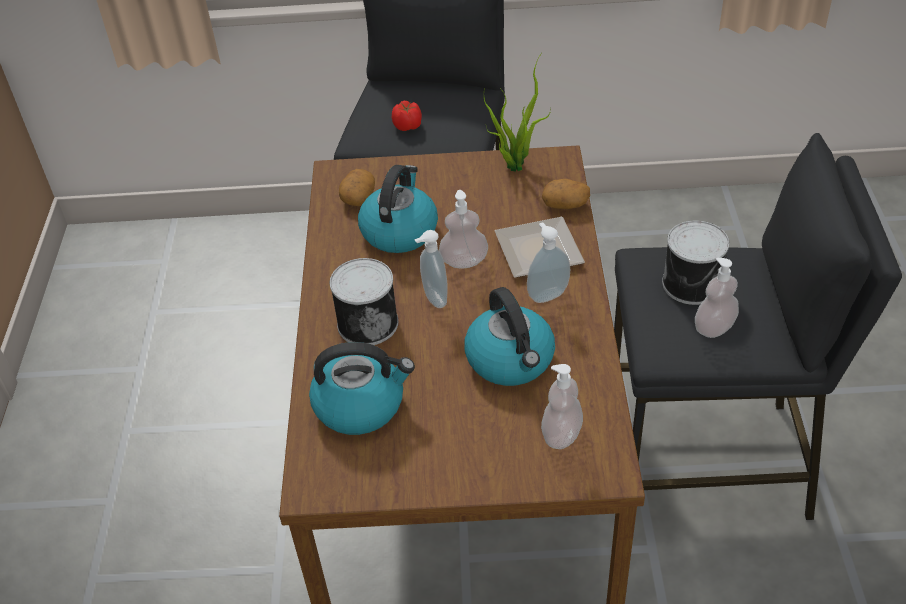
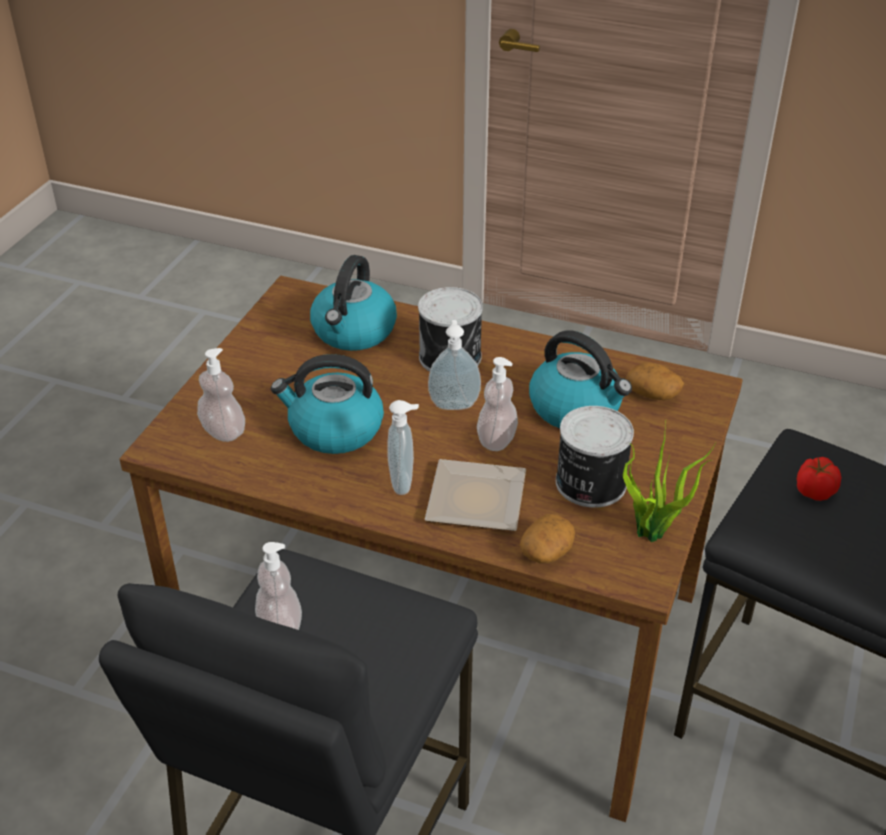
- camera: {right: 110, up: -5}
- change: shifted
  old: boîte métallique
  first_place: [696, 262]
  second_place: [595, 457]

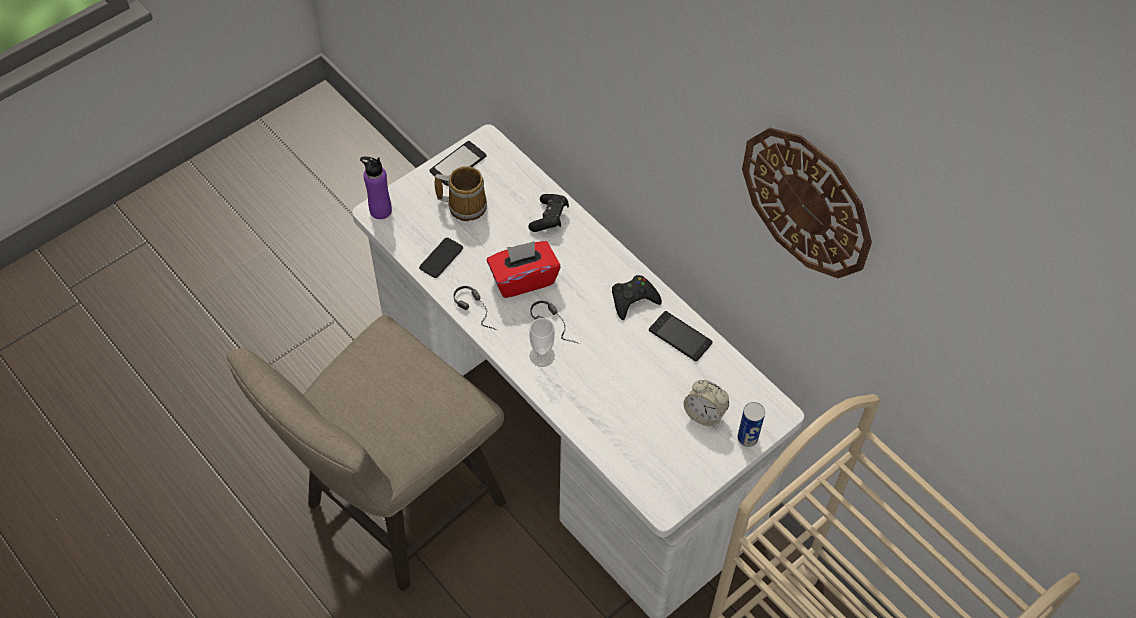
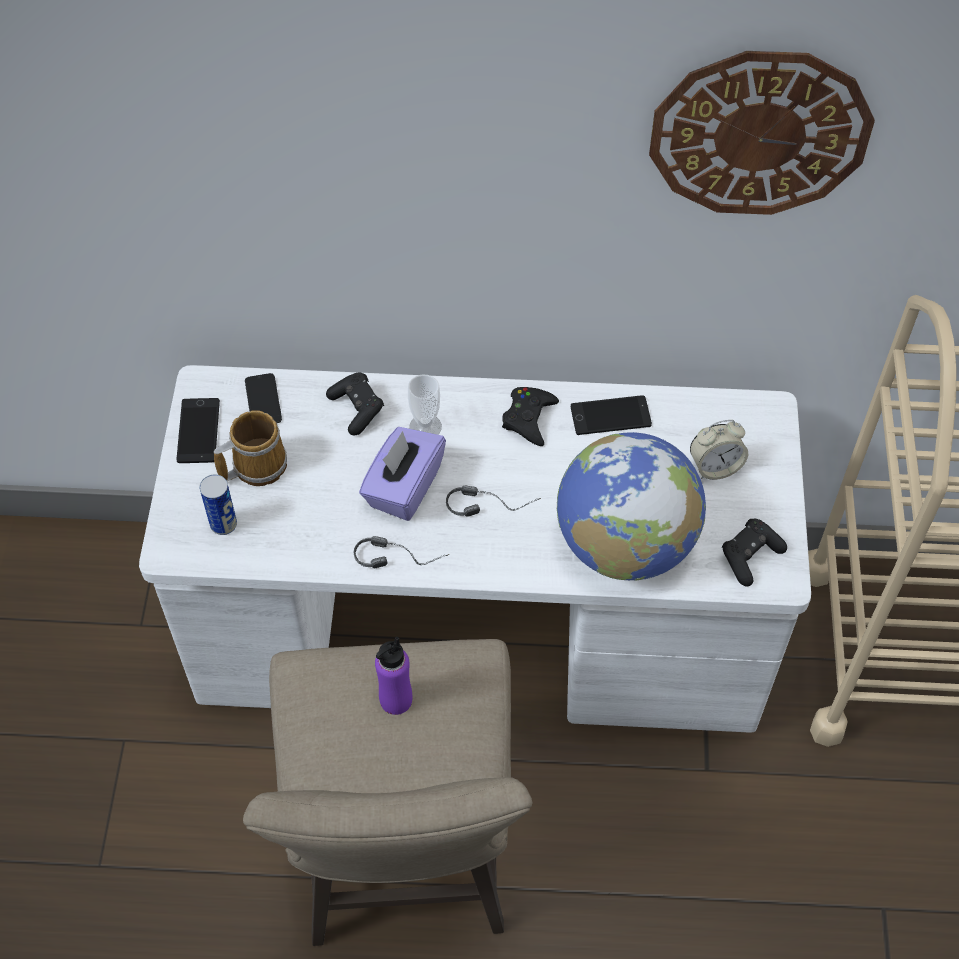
- camera: {right: -45, up: 0}
- change: new
  new: globe
  second_place: [631, 506]
- change: new
  new: manette/noir
  second_place: [754, 552]
- change: shifted
  old: bouteille/violet
  first_place: [376, 188]
  second_place: [393, 676]
- change: shifted
  old: téléphone
  first_place: [441, 258]
  second_place: [263, 398]
- change: shifted
  old: tasse
  first_place: [542, 342]
  second_place: [425, 404]
- change: shifted
  old: boîte métallique
  first_place: [751, 424]
  second_place: [218, 505]
- change: repainted
  old: boîte à mouchoirs/rouge
  new: boîte à mouchoirs/violet
  first_place: [524, 269]
  second_place: [402, 474]

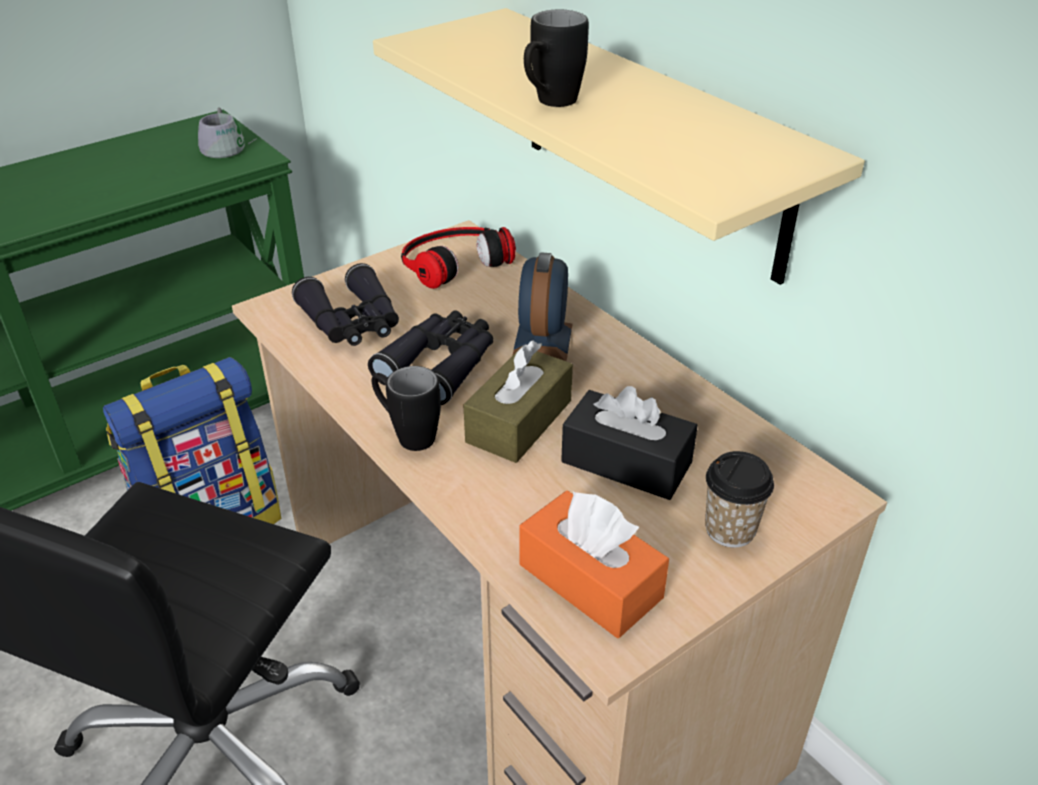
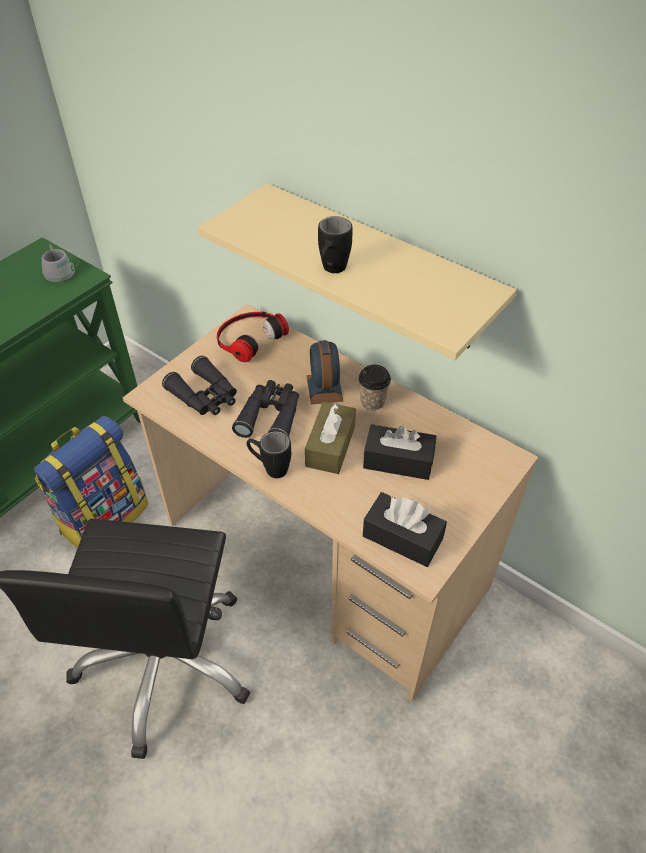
- camera: {right: -15, up: 10}
- change: shifted
  old: tasse
  first_place: [739, 499]
  second_place: [374, 387]
- change: repainted
  old: boîte à mouchoirs/orange
  new: boîte à mouchoirs/noir
  first_place: [594, 564]
  second_place: [405, 529]

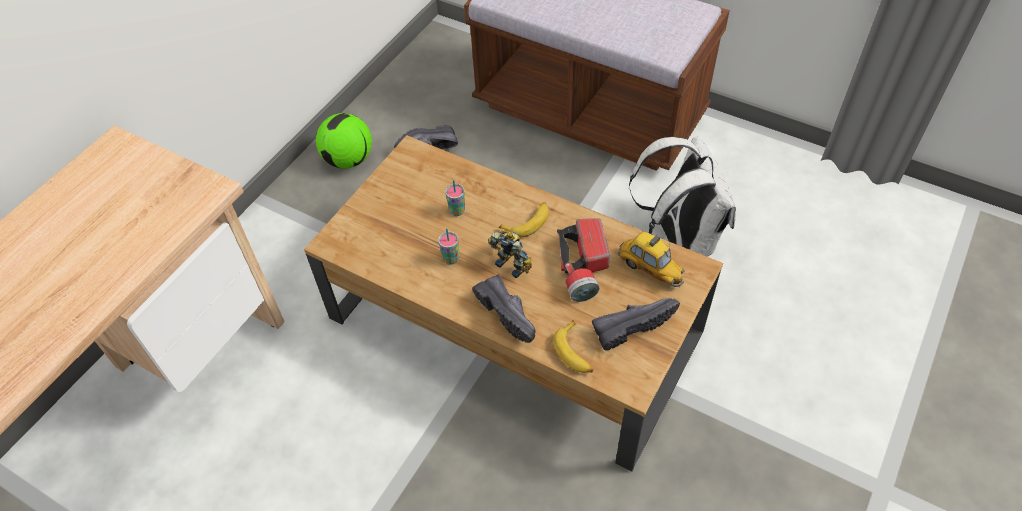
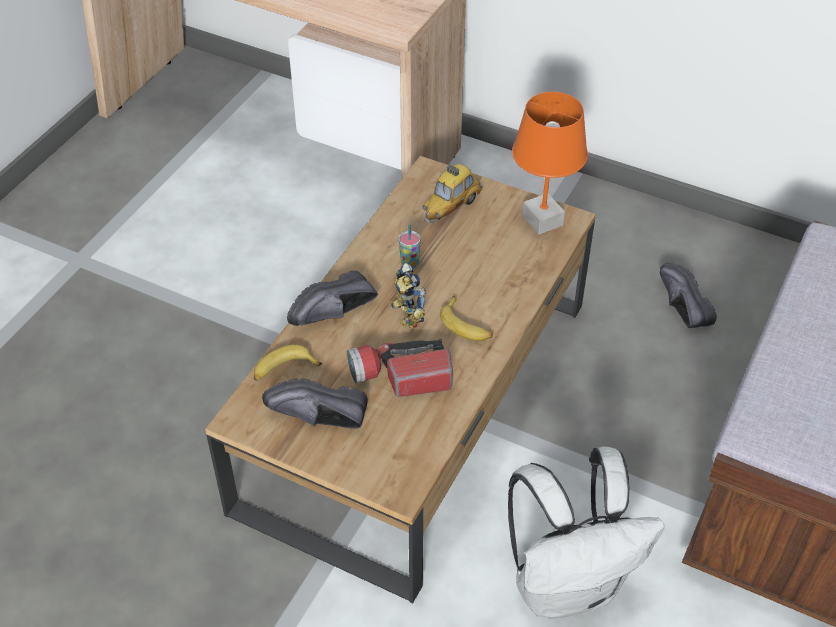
- camera: {right: 85, up: -5}
- change: gone
  old: ballon de foot
  first_place: [344, 141]
- change: gone
  old: tasse
  first_place: [455, 198]
- change: new
  new: lampe de table/orange
  second_place: [550, 163]
- change: shifted
  old: petite voiture
  first_place: [651, 259]
  second_place: [452, 193]
- change: rotated
  old: robot jouet
  first_place: [510, 254]
  second_place: [408, 296]
  degrees: 120
- change: rotated
  old: chaussure/noir
  first_place: [636, 324]
  second_place: [315, 404]
  degrees: 120

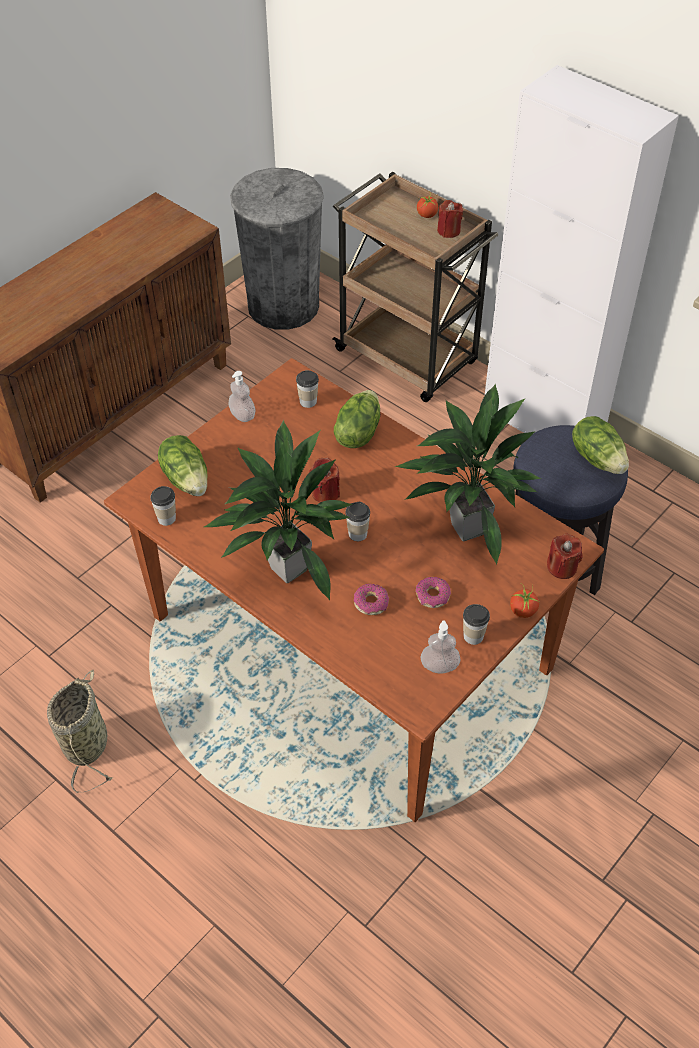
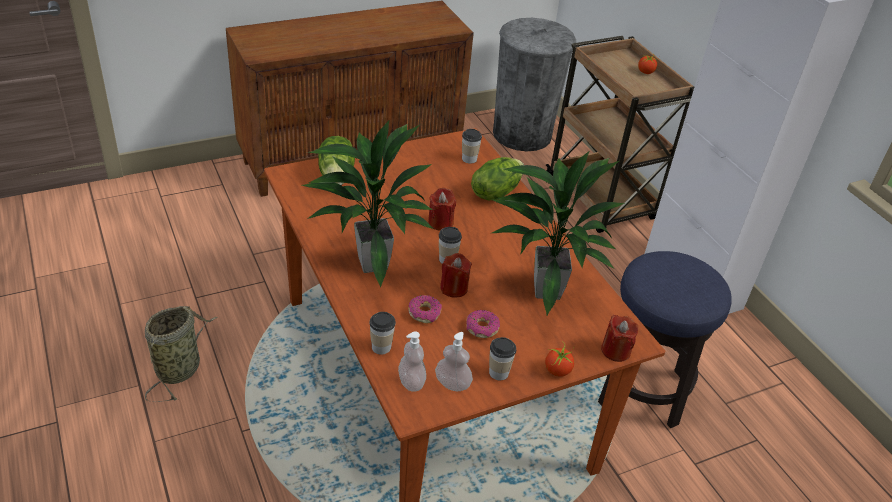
- camera: {right: 20, up: -10}
- change: gone
  old: laitue
  first_place: [600, 445]
- change: shifted
  old: tasse
  first_place: [163, 506]
  second_place: [382, 333]
- change: shifted
  old: distributeur de savon
  first_place: [242, 396]
  second_place: [412, 361]
- change: shifted
  old: bougie/rouge
  first_place: [450, 219]
  second_place: [456, 275]

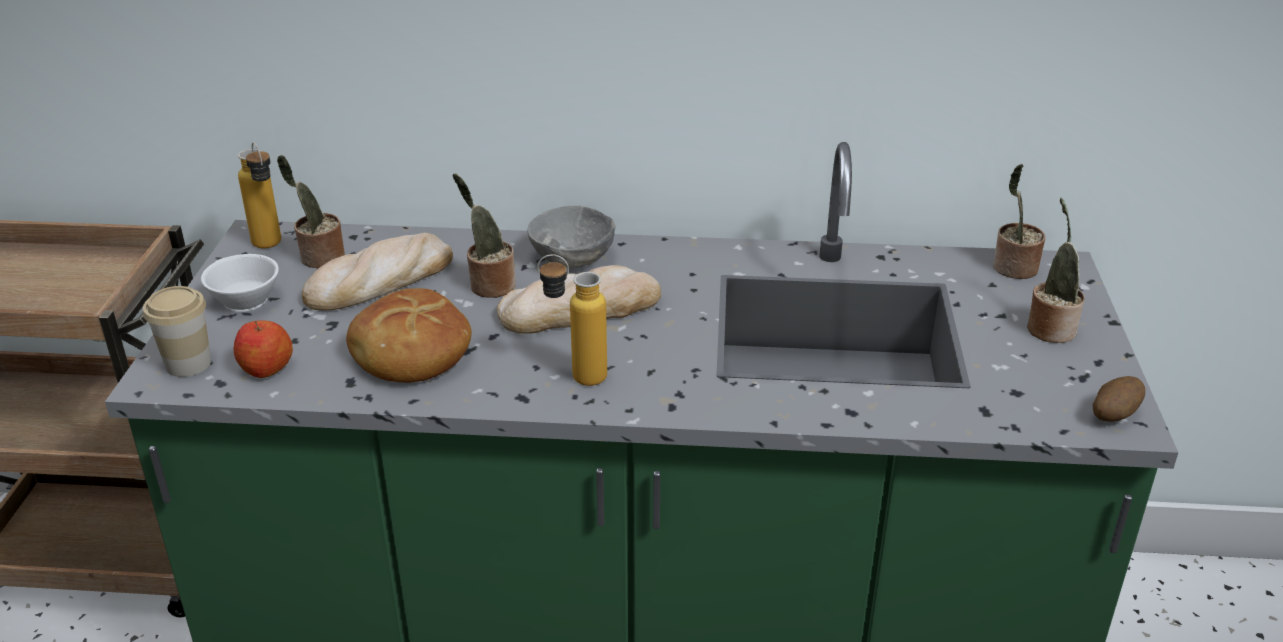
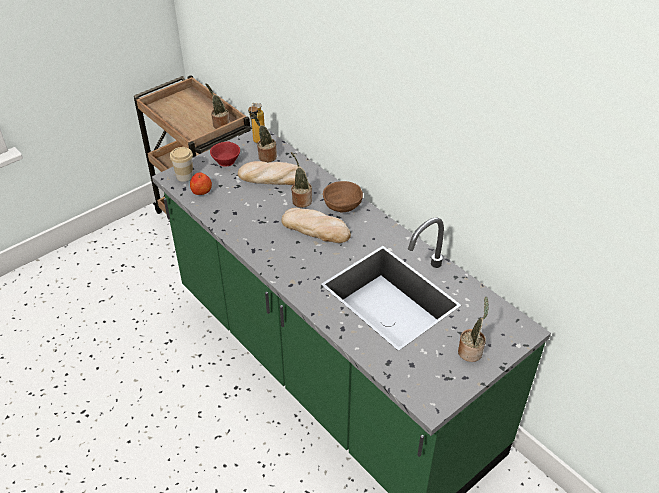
- camera: {right: 45, up: 10}
- change: gone
  old: pain
  first_place: [409, 335]
- change: gone
  old: bouteille
  first_place: [572, 320]
- change: gone
  old: pomme de terre
  first_place: [1119, 399]
- change: shifted
  old: plante en pot
  first_place: [1019, 221]
  second_place: [217, 106]
- change: repainted
  old: tasse/blanc
  new: tasse/rouge
  first_place: [240, 283]
  second_place: [225, 154]
- change: repainted
  old: bol/gris
  new: bol/marron
  first_place: [571, 237]
  second_place: [343, 197]

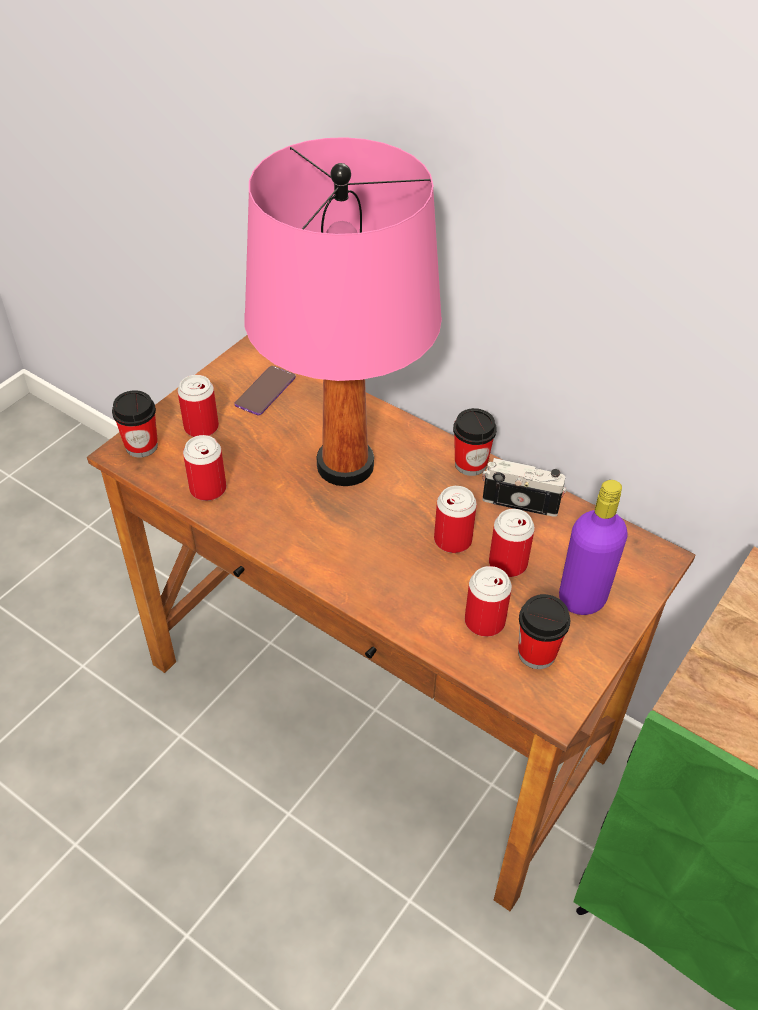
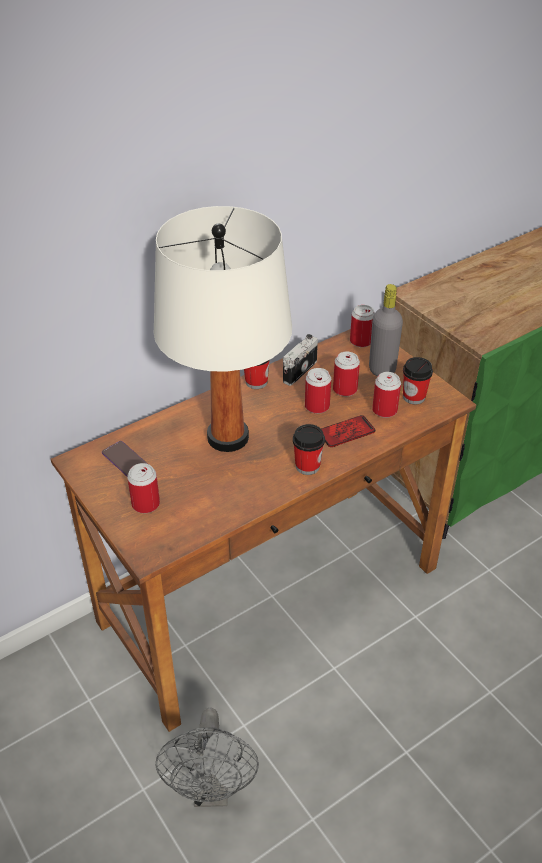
- camera: {right: -70, up: -5}
- change: new
  new: ventilateur/gris
  second_place: [207, 757]
- change: new
  new: téléphone
  second_place: [348, 431]
- change: shifted
  old: tasse
  first_place: [135, 424]
  second_place: [309, 449]
- change: shifted
  old: boîte métallique
  first_place: [204, 468]
  second_place: [362, 326]
- change: repainted
  old: lampe de table/rose
  new: lampe de table/blanc
  first_place: [343, 311]
  second_place: [222, 329]
- change: repainted
  old: bouteille/violet
  new: bouteille/gris
  first_place: [593, 547]
  second_place: [386, 330]

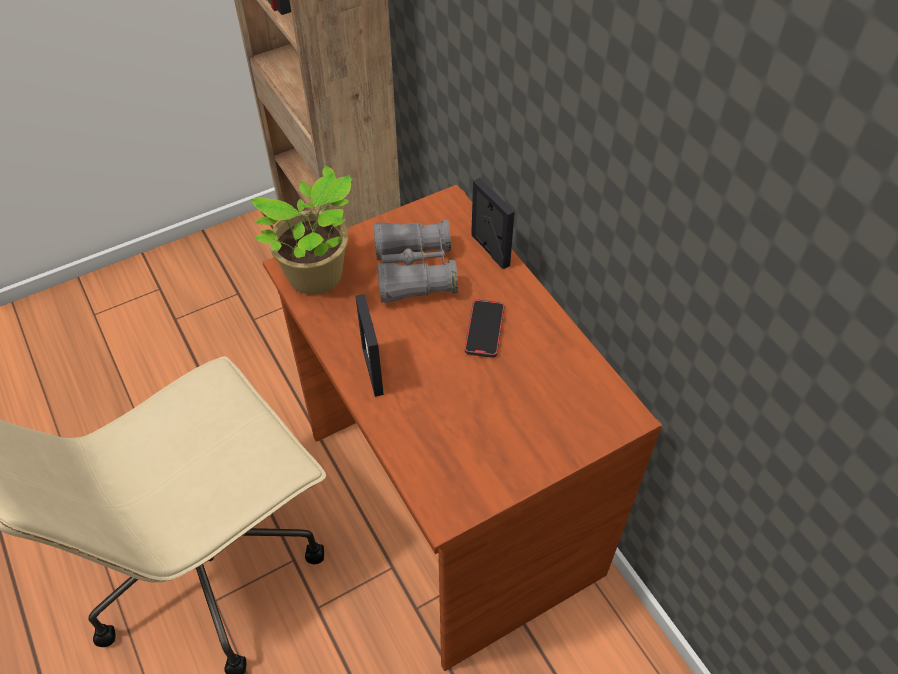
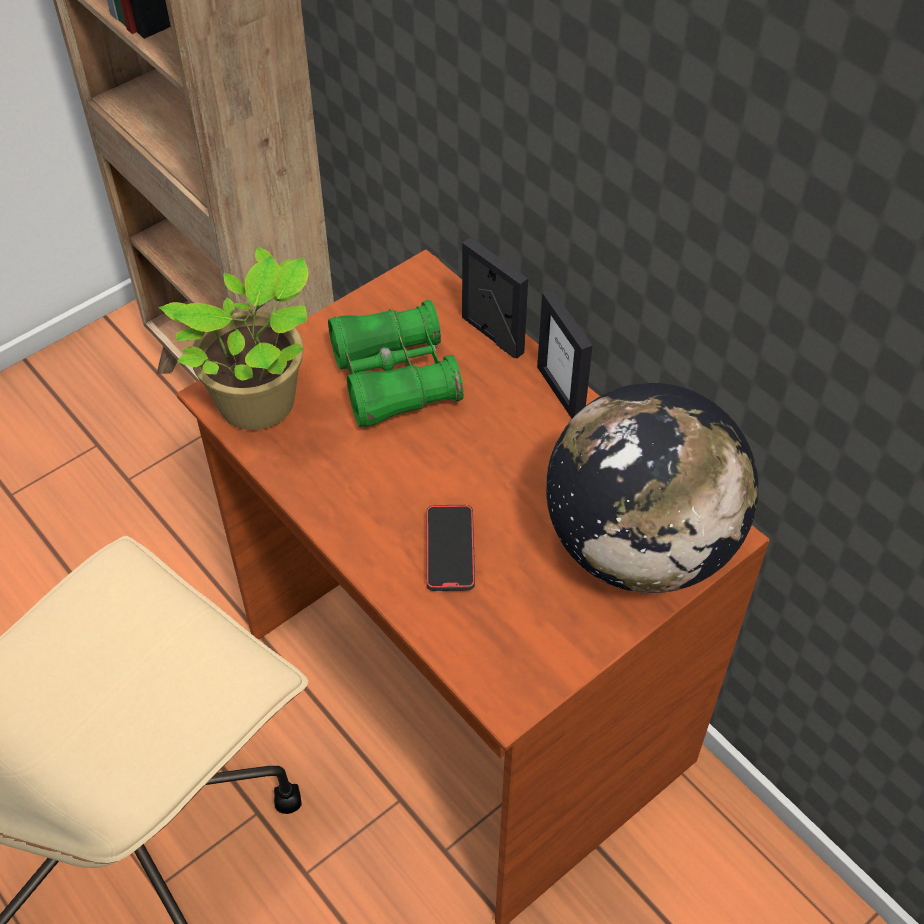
- camera: {right: -10, up: 0}
- change: new
  new: globe
  second_place: [652, 488]
- change: shifted
  old: cadre photo
  first_place: [369, 345]
  second_place: [565, 354]
- change: shifted
  old: téléphone
  first_place: [484, 329]
  second_place: [450, 548]
- change: repainted
  old: jumelles/gris
  new: jumelles/vert
  first_place: [415, 261]
  second_place: [396, 363]

